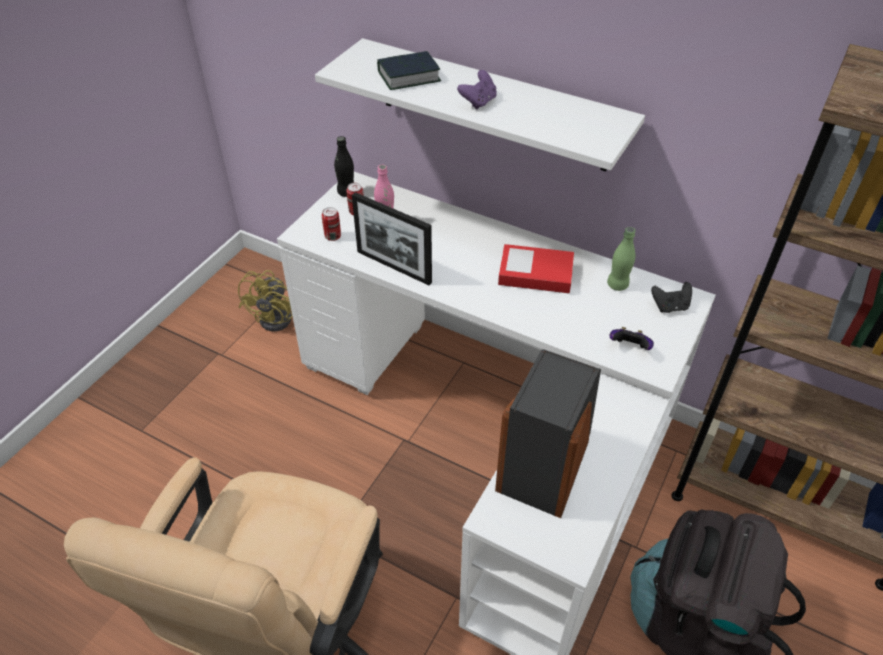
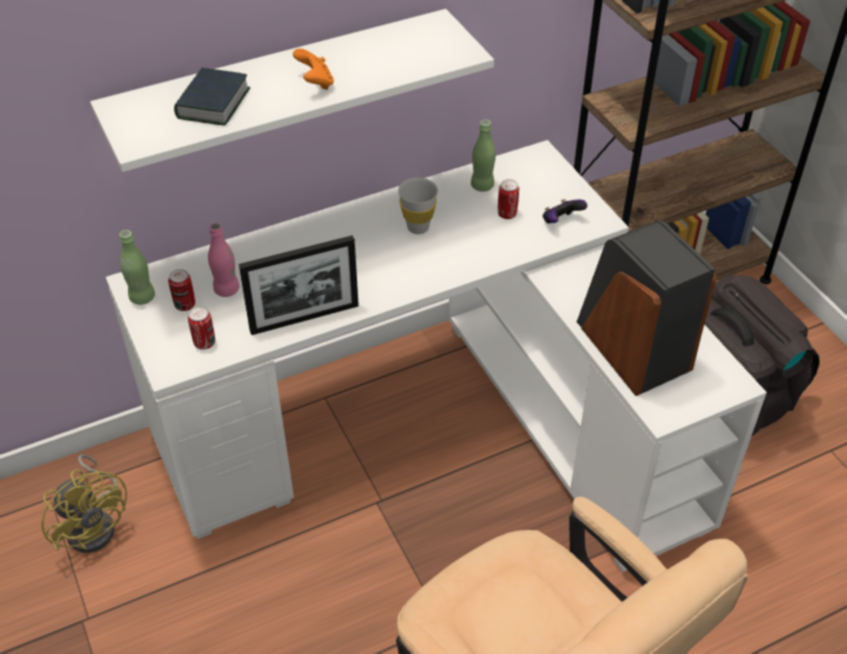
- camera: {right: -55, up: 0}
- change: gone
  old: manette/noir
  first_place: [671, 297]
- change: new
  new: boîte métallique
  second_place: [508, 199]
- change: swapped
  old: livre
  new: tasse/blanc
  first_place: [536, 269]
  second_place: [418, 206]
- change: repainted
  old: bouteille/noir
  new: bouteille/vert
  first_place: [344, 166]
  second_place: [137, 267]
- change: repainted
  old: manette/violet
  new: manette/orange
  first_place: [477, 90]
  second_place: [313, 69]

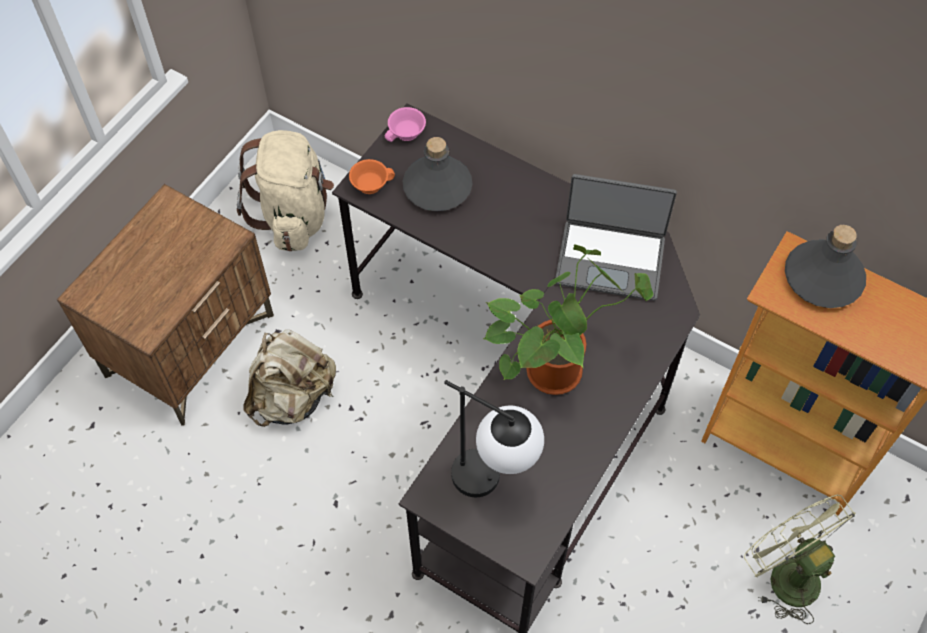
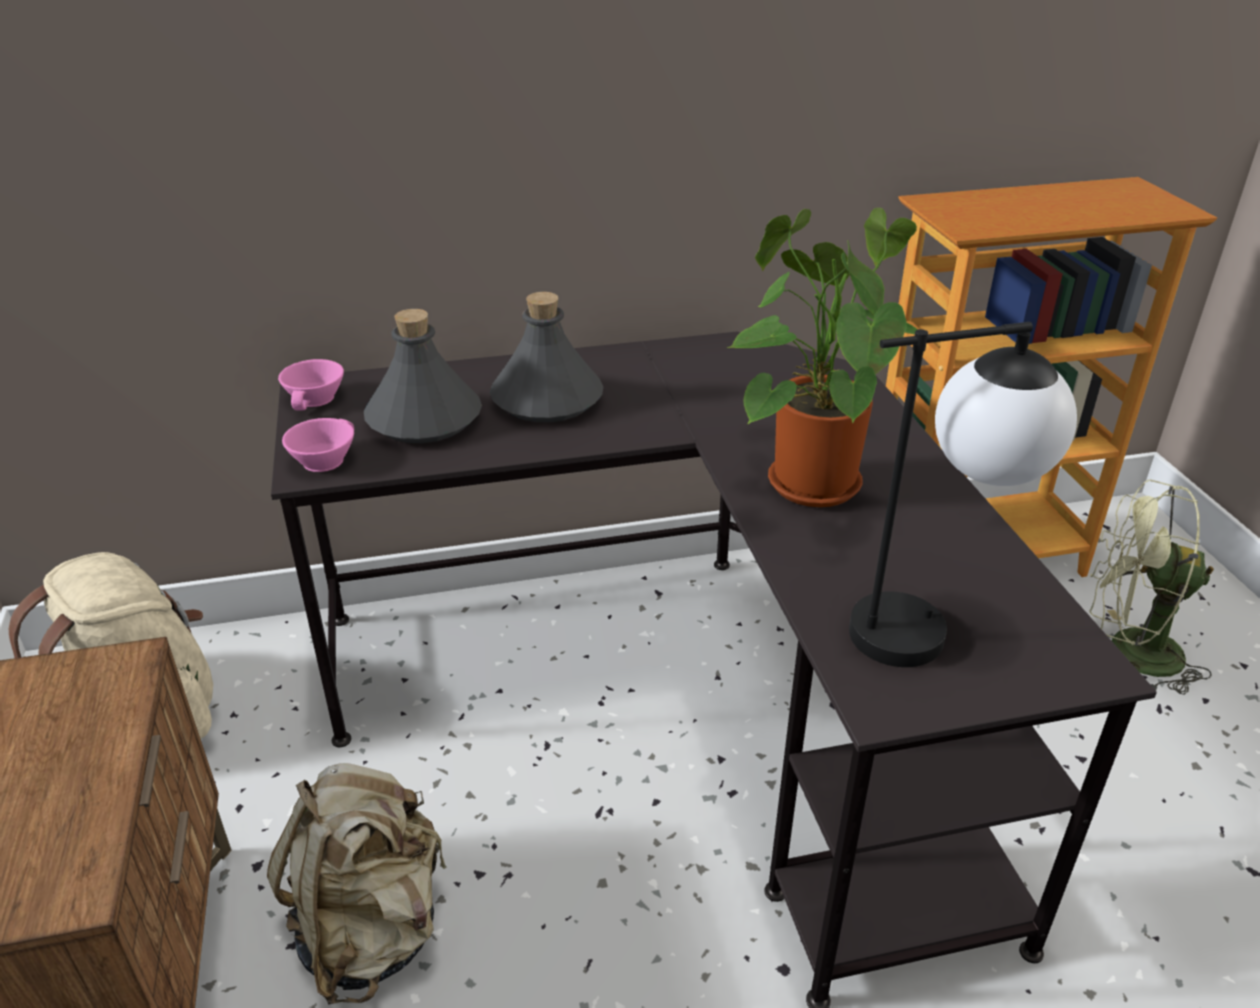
- camera: {right: -45, up: -25}
- change: gone
  old: ordinateur portable
  first_place: [616, 237]
- change: shifted
  old: bouteille/gris
  first_place: [825, 266]
  second_place: [546, 357]
- change: repainted
  old: tasse/orange
  new: tasse/rose
  first_place: [372, 176]
  second_place: [318, 445]

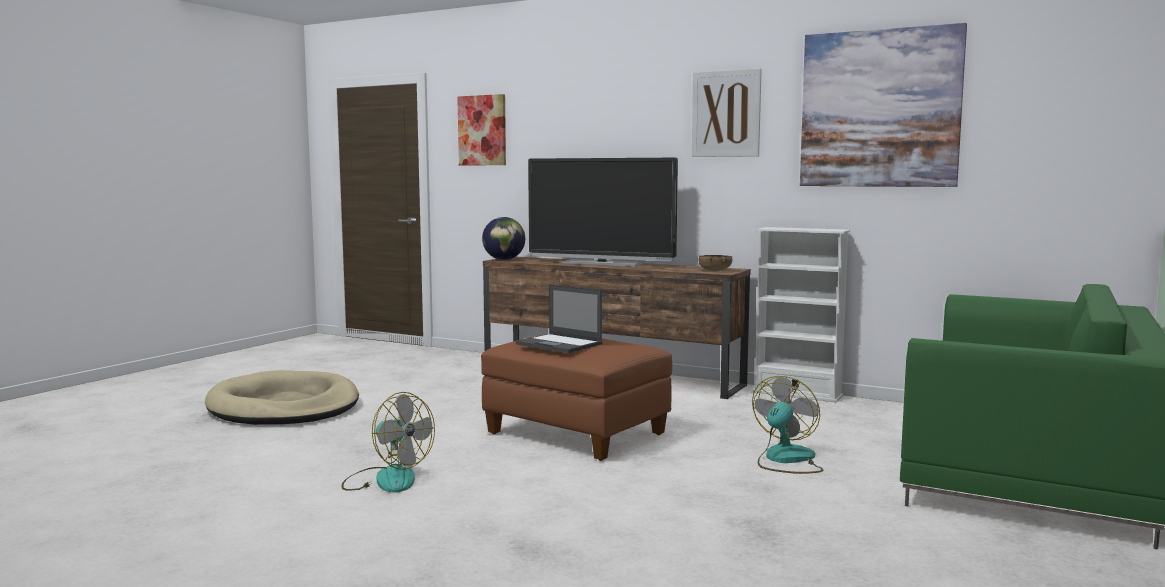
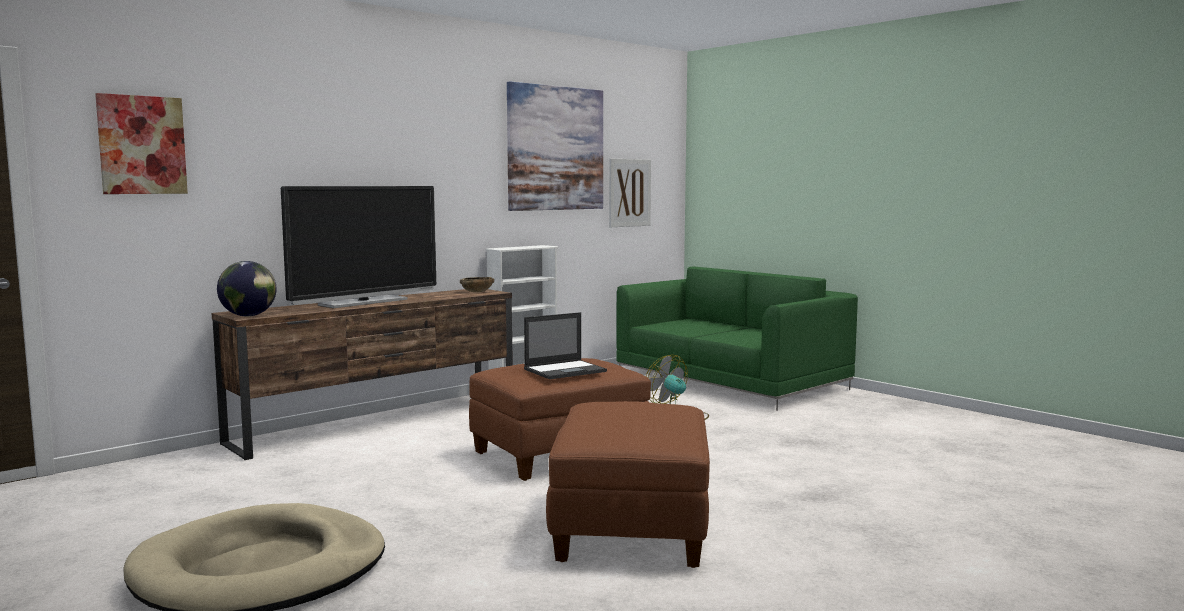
- camera: {right: -70, up: 0}
- change: shifted
  old: tableau
  first_place: [727, 113]
  second_place: [630, 193]
- change: swapped
  old: ventilateur
  new: pouf/marron
  first_place: [388, 442]
  second_place: [628, 484]

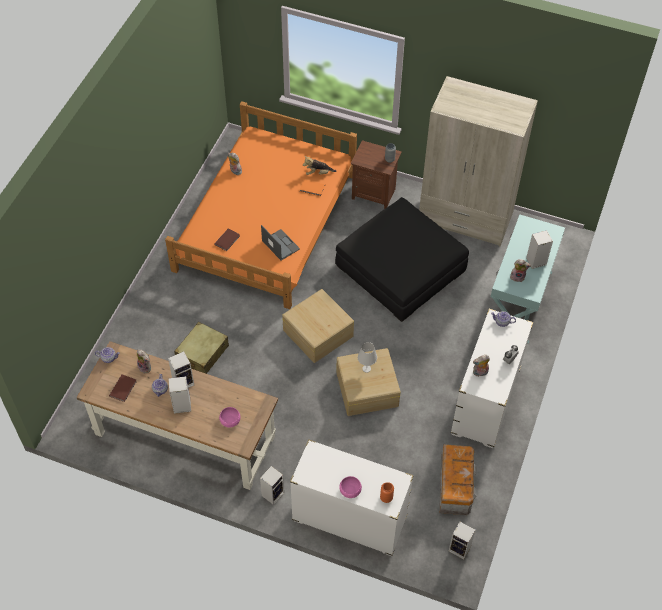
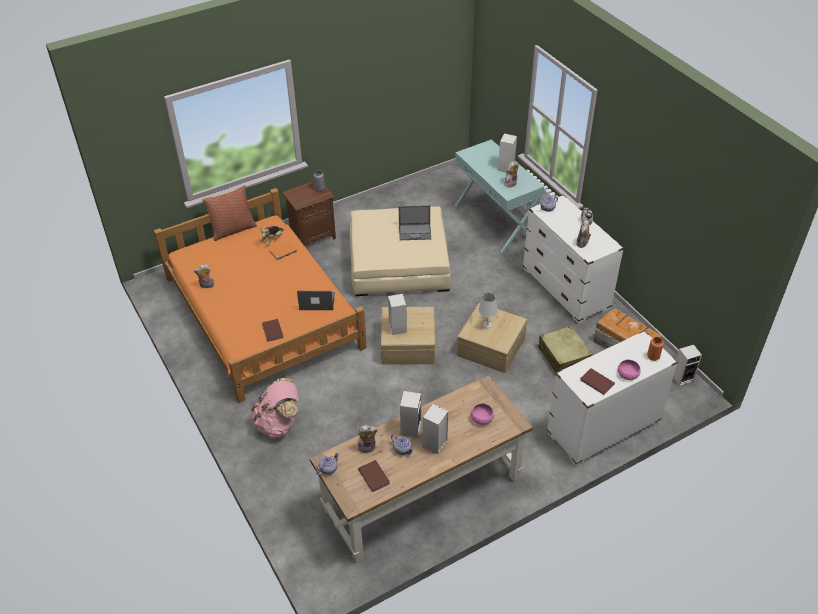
- camera: {right: -50, up: -10}
- change: gone
  old: armoire/beige
  first_place: [478, 161]
- change: new
  new: coussin
  second_place: [229, 213]
- change: new
  new: sac à dos/rose
  second_place: [274, 408]
- change: new
  new: ordinateur portable
  second_place: [415, 222]
- change: new
  new: livre/marron
  second_place: [597, 381]
- change: shifted
  old: valise/beige
  first_place: [201, 348]
  second_place: [566, 349]
- change: shifted
  old: enceinte
  first_place: [272, 485]
  second_place: [397, 314]
- change: repainted
  old: pouf/noir
  new: pouf/beige
  first_place: [402, 259]
  second_place: [400, 251]

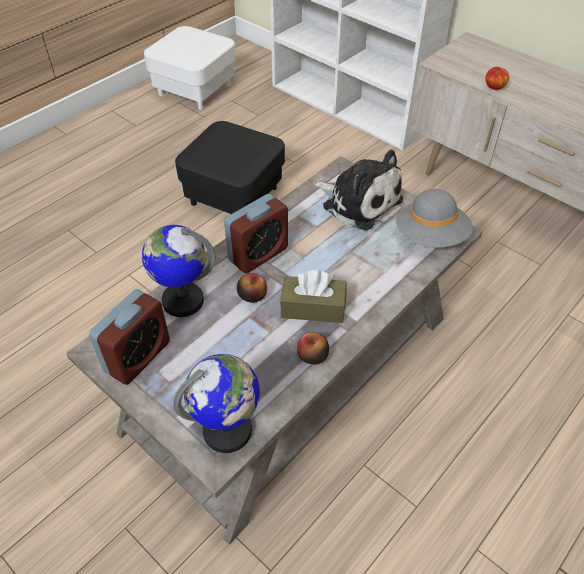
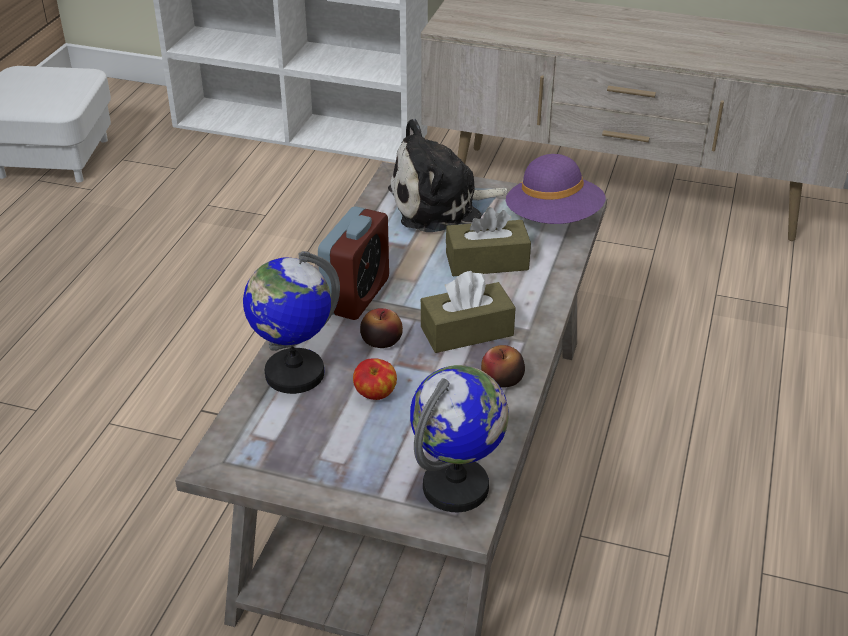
- camera: {right: -25, up: -10}
- change: gone
  old: réveil
  first_place: [129, 337]
- change: gone
  old: pouf/noir
  first_place: [230, 167]
- change: new
  new: boîte à mouchoirs/marron
  second_place: [488, 241]
- change: shifted
  old: pomme
  first_place: [497, 78]
  second_place: [375, 379]
- change: repainted
  old: chapeau/gris
  new: chapeau/violet
  first_place: [434, 218]
  second_place: [556, 189]
- change: rotated
  old: peluche
  first_place: [358, 190]
  second_place: [448, 175]
  degrees: 150

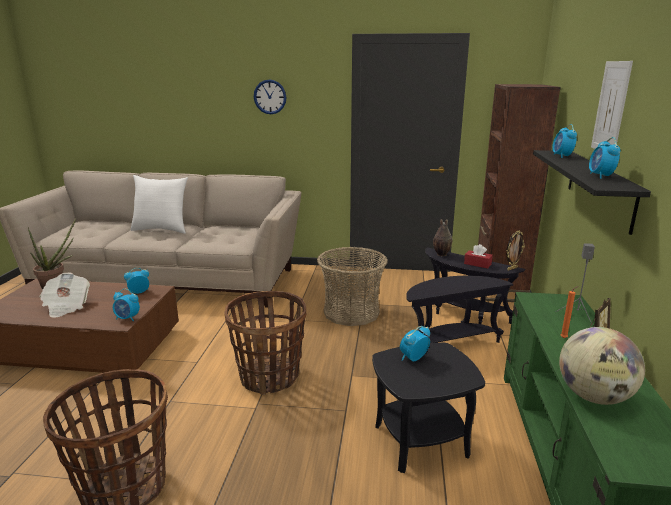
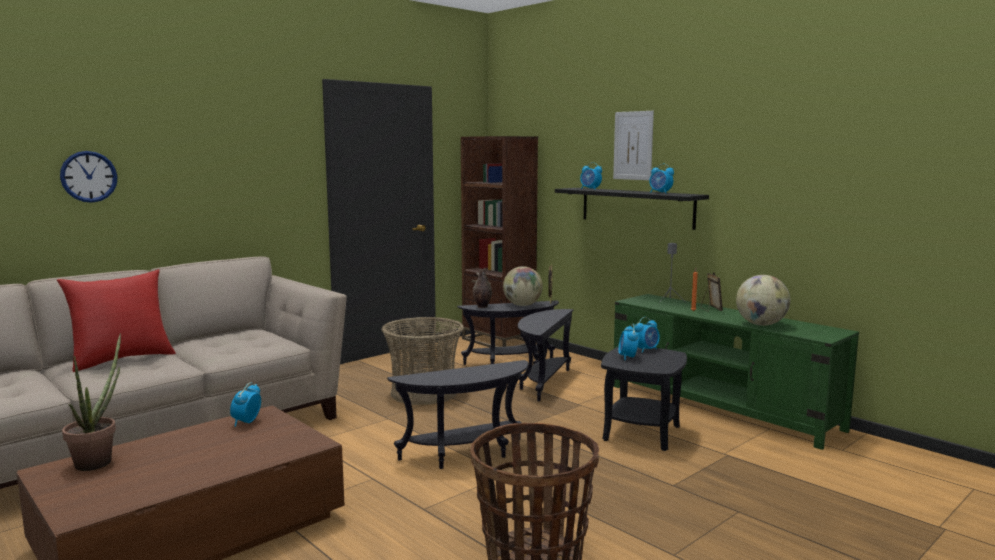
- camera: {right: -50, up: -10}
- change: gone
  old: journal
  first_place: [65, 295]
- change: shifted
  old: réveil
  first_place: [126, 305]
  second_place: [647, 335]
- change: shifted
  old: horloge murale
  first_place: [270, 96]
  second_place: [89, 177]
- change: swapped
  old: panier
  new: table d'appoint/noir
  first_place: [265, 343]
  second_place: [457, 414]
- change: swapped
  old: boîte à mouchoirs/rouge
  new: globe
  first_place: [478, 256]
  second_place: [523, 286]
- change: repainted
  old: coussin/blanc
  new: coussin/rouge
  first_place: [159, 204]
  second_place: [116, 320]

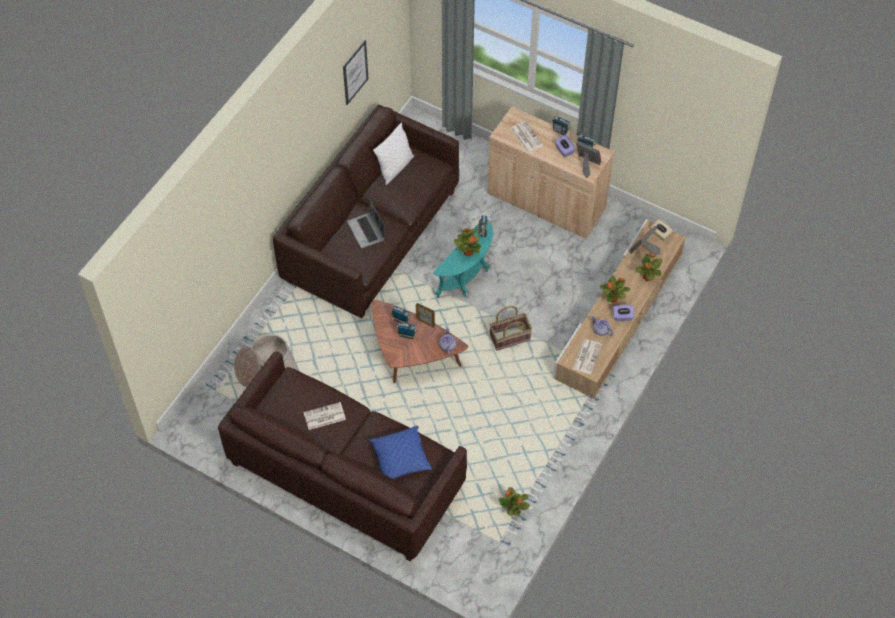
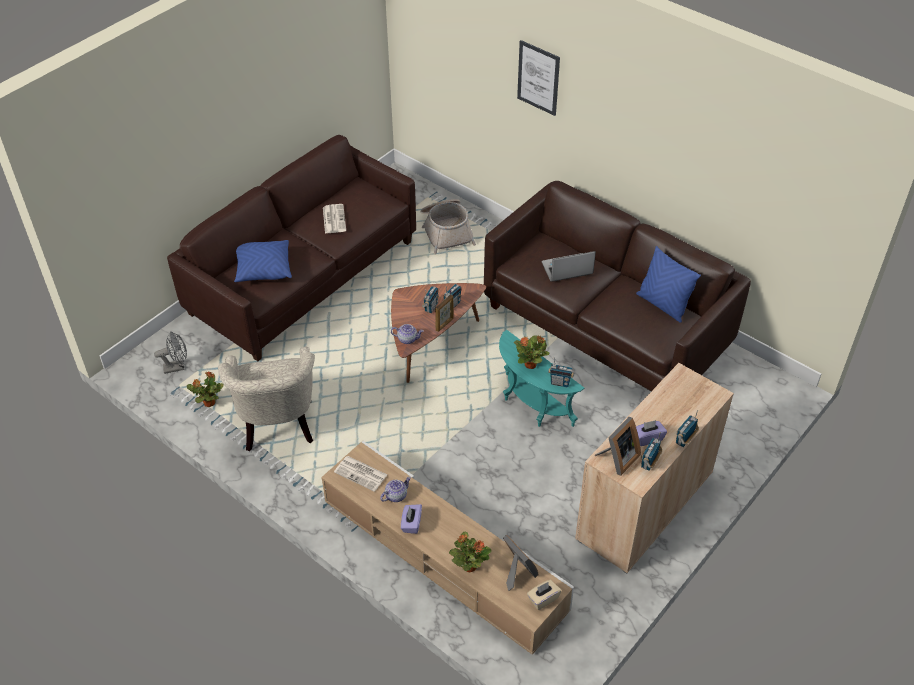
- camera: {right: 100, up: -10}
- change: gone
  old: panier
  first_place: [510, 328]
- change: gone
  old: journal
  first_place: [526, 137]
- change: gone
  old: plante en pot
  first_place: [615, 289]
- change: new
  new: ventilateur/gris
  second_place: [170, 352]
- change: new
  new: fauteuil/beige
  second_place: [266, 399]
- change: shifted
  old: tableau
  first_place: [356, 72]
  second_place: [538, 78]
- change: repainted
  old: coussin/blanc
  new: coussin/bleu
  first_place: [393, 153]
  second_place: [668, 284]

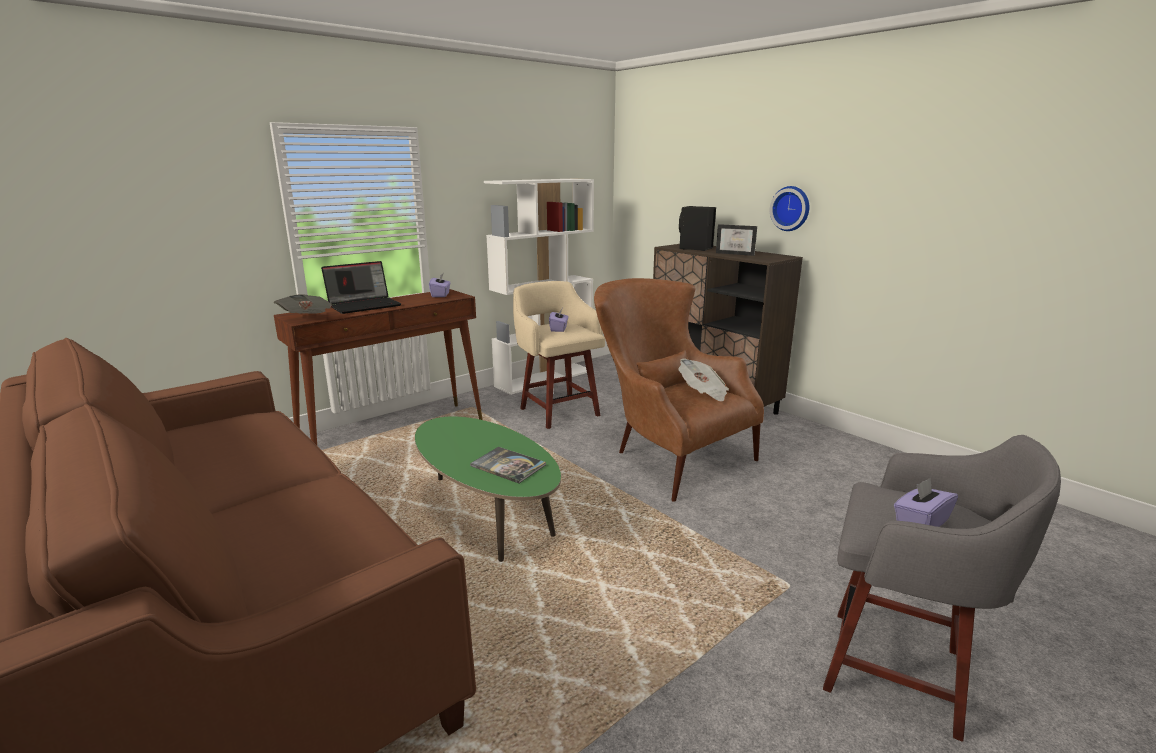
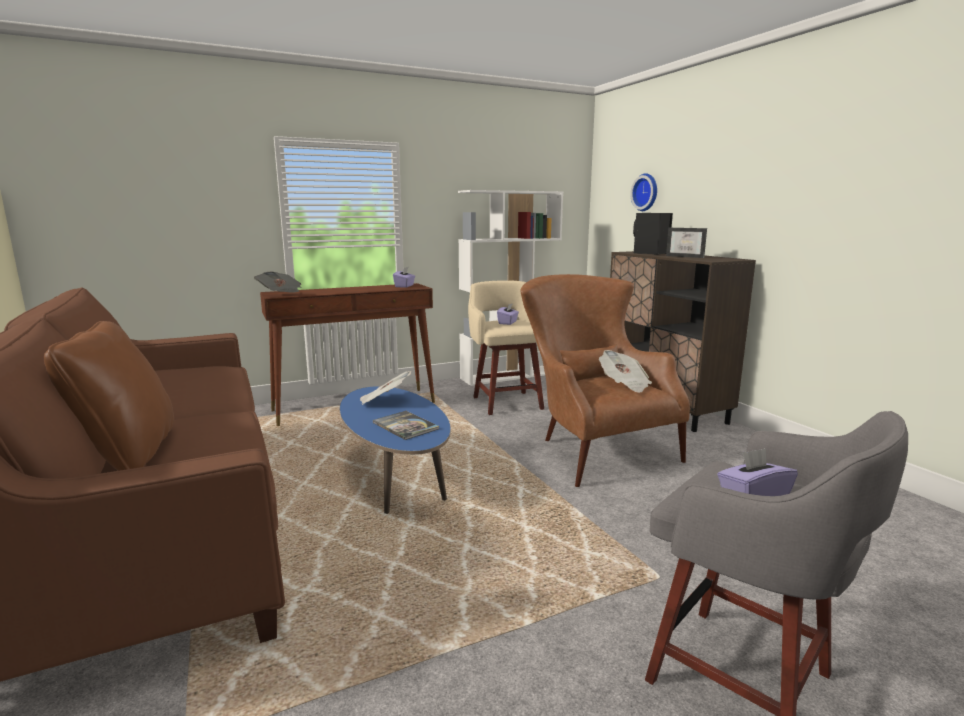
- camera: {right: 15, up: -5}
- change: gone
  old: ordinateur portable
  first_place: [361, 287]
- change: new
  new: coussin/marron
  second_place: [109, 396]
- change: new
  new: journal
  second_place: [385, 388]
- change: shifted
  old: horloge murale
  first_place: [789, 208]
  second_place: [643, 192]
- change: repainted
  old: table basse/vert
  new: table basse/bleu
  first_place: [488, 489]
  second_place: [395, 450]

